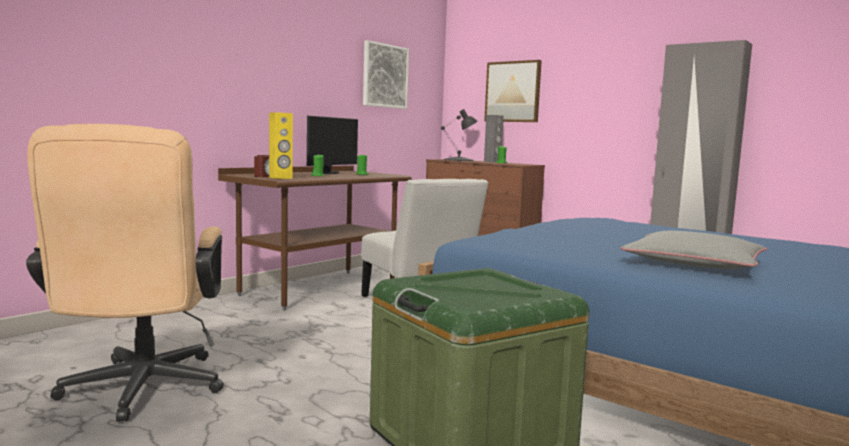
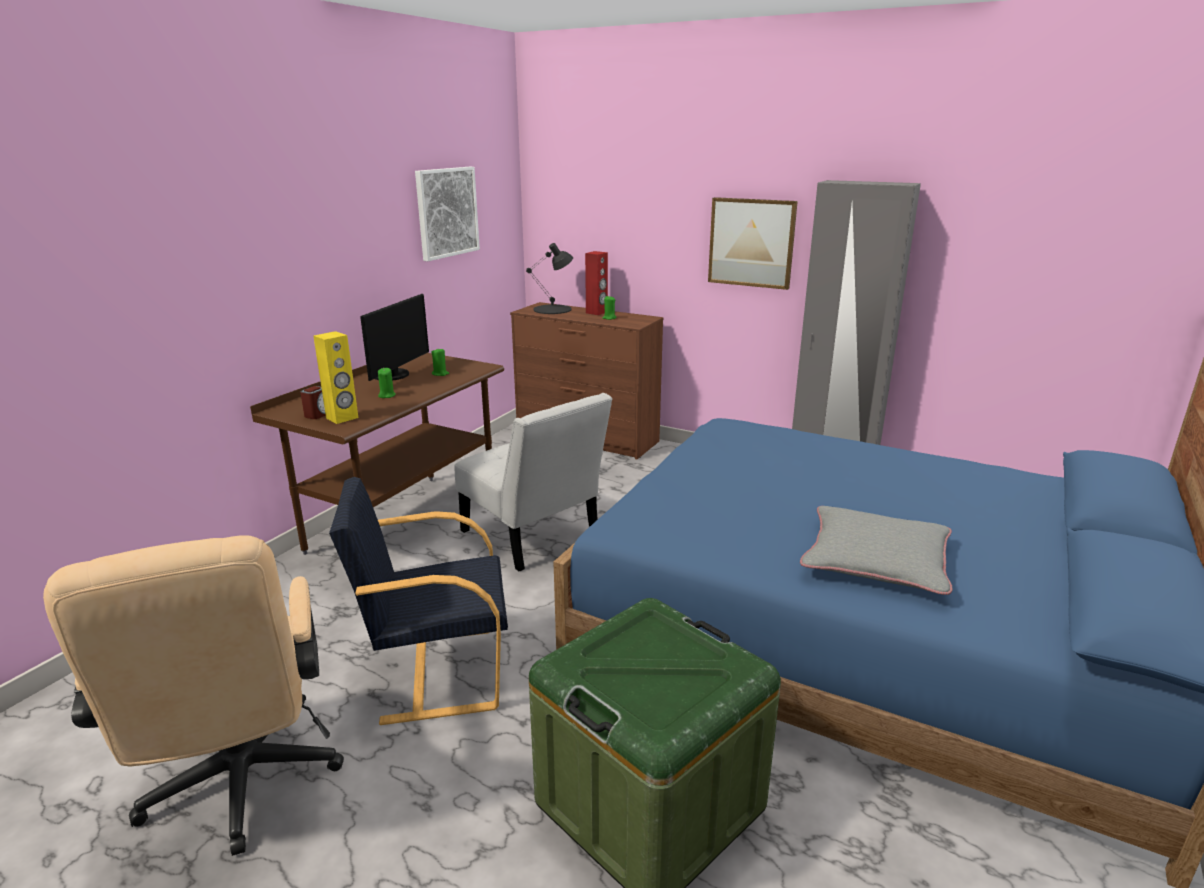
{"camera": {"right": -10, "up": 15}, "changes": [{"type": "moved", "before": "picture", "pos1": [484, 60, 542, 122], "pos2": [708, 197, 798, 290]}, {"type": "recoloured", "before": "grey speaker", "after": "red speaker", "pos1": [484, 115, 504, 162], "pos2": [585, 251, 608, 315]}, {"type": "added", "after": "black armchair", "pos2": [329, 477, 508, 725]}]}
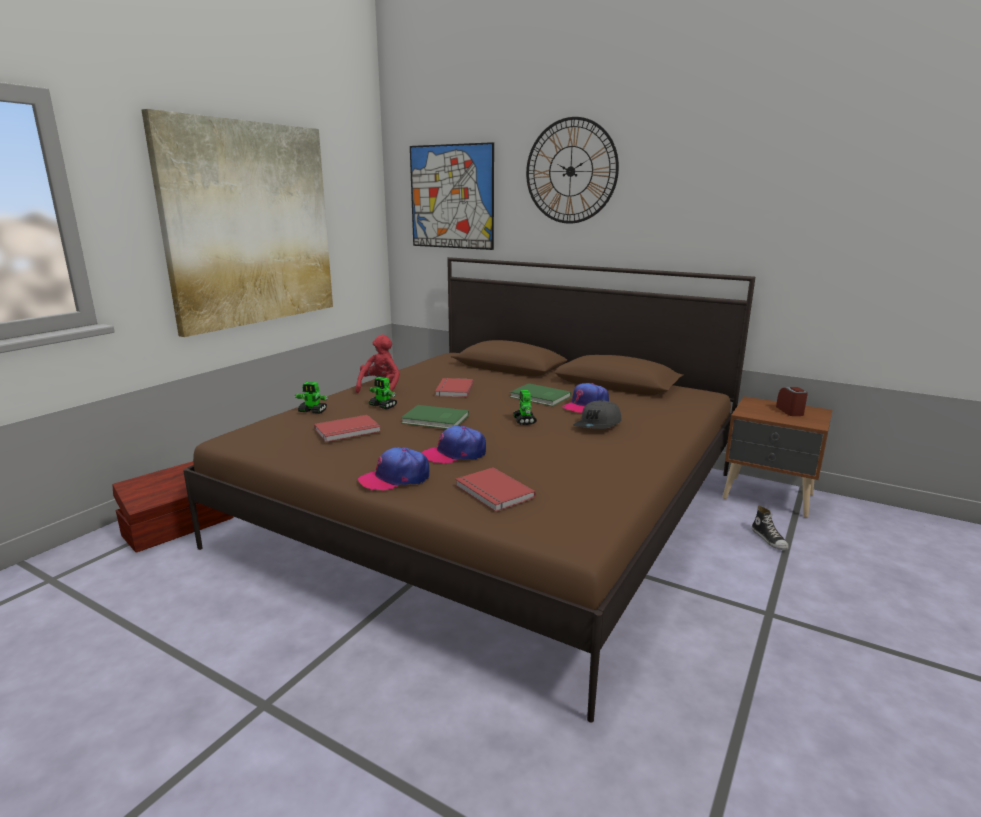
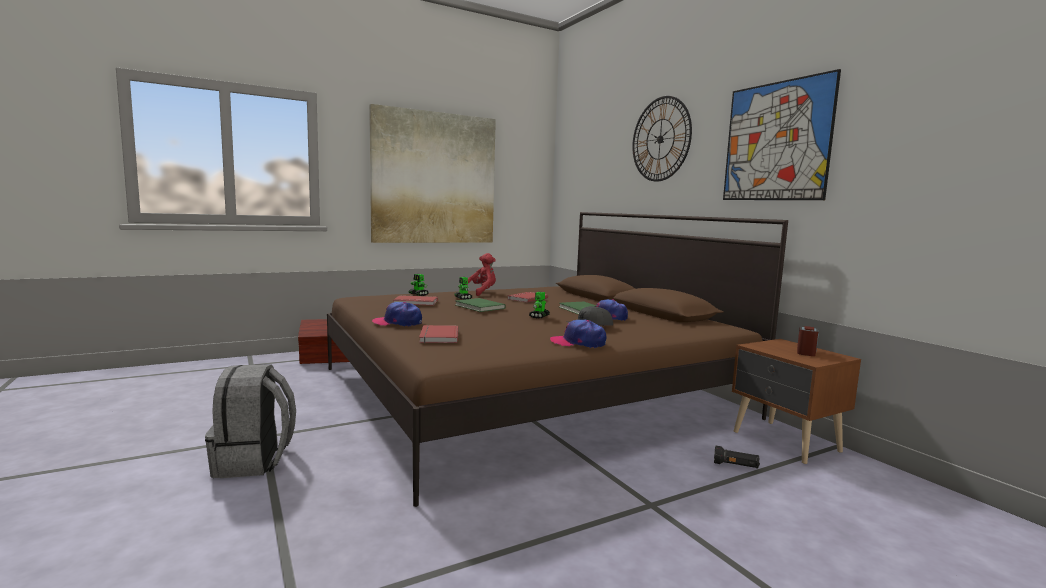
{"camera": {"right": 30, "up": -10}, "changes": [{"type": "moved", "before": "picture", "pos1": [410, 142, 494, 250], "pos2": [723, 69, 841, 200]}, {"type": "moved", "before": "cap", "pos1": [422, 426, 486, 464], "pos2": [550, 320, 606, 348]}, {"type": "replaced", "before": "shoe", "after": "black flashlight", "pos1": [752, 506, 789, 550], "pos2": [714, 446, 760, 469]}, {"type": "added", "after": "grey backpack", "pos2": [205, 364, 296, 478]}]}
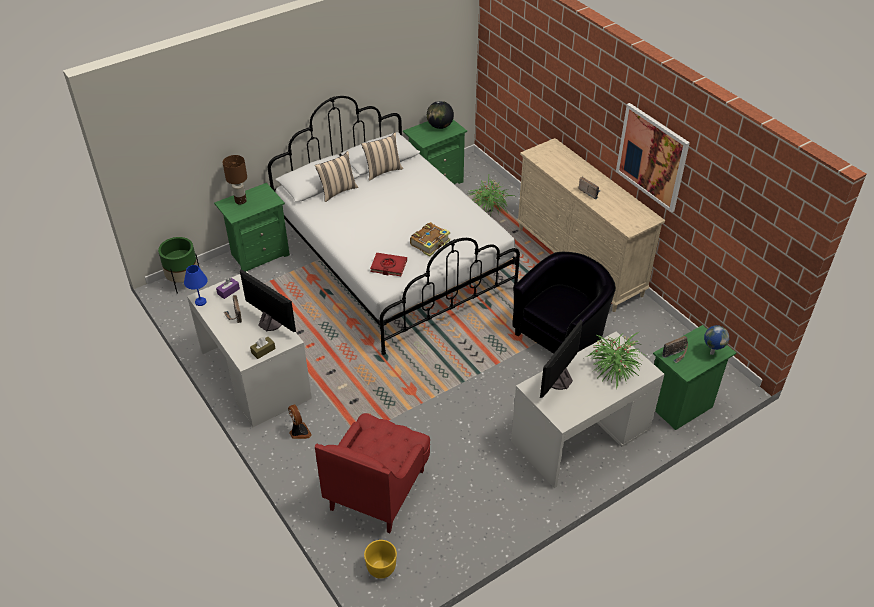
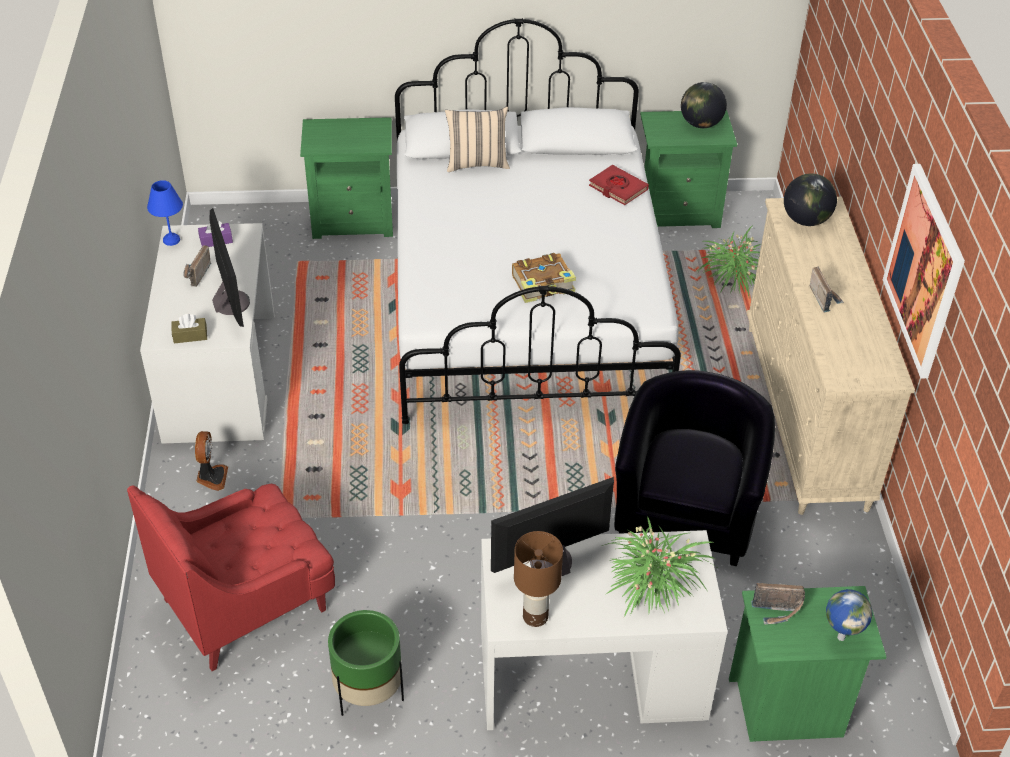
{"camera": {"right": 30, "up": 0}, "changes": [{"type": "moved", "before": "green planter", "pos1": [158, 237, 200, 294], "pos2": [328, 610, 404, 716]}, {"type": "moved", "before": "brown table lamp", "pos1": [223, 155, 247, 204], "pos2": [514, 531, 563, 627]}, {"type": "removed", "before": "beige pillow", "pos1": [361, 133, 403, 181]}, {"type": "removed", "before": "yellow planter", "pos1": [364, 540, 397, 579]}, {"type": "moved", "before": "red book", "pos1": [370, 253, 407, 276], "pos2": [589, 165, 649, 205]}, {"type": "turned", "before": "black armchair", "pos1": [512, 252, 616, 354], "pos2": [614, 370, 775, 566], "turn": -60}, {"type": "added", "after": "globe", "pos2": [784, 173, 837, 226]}]}
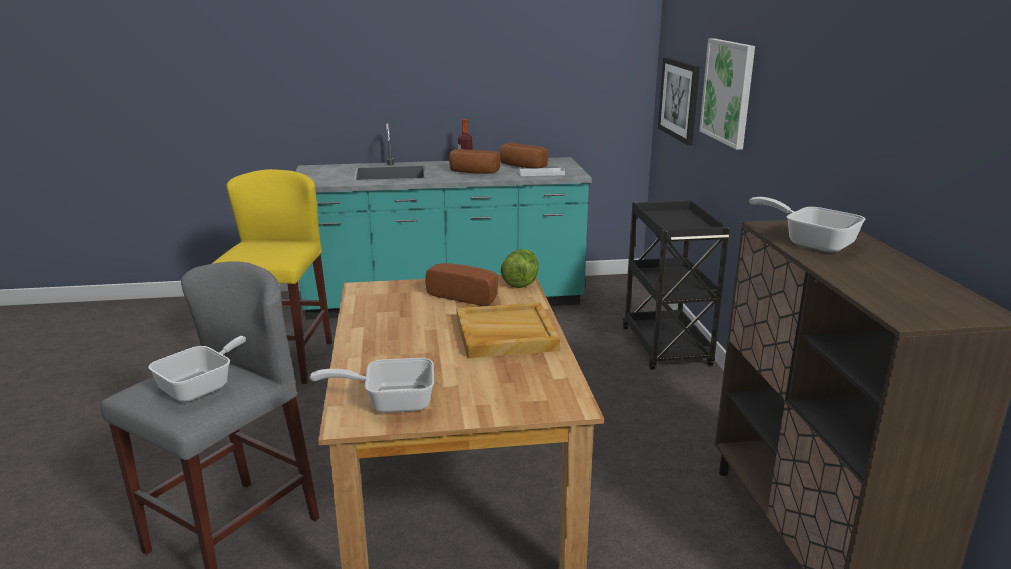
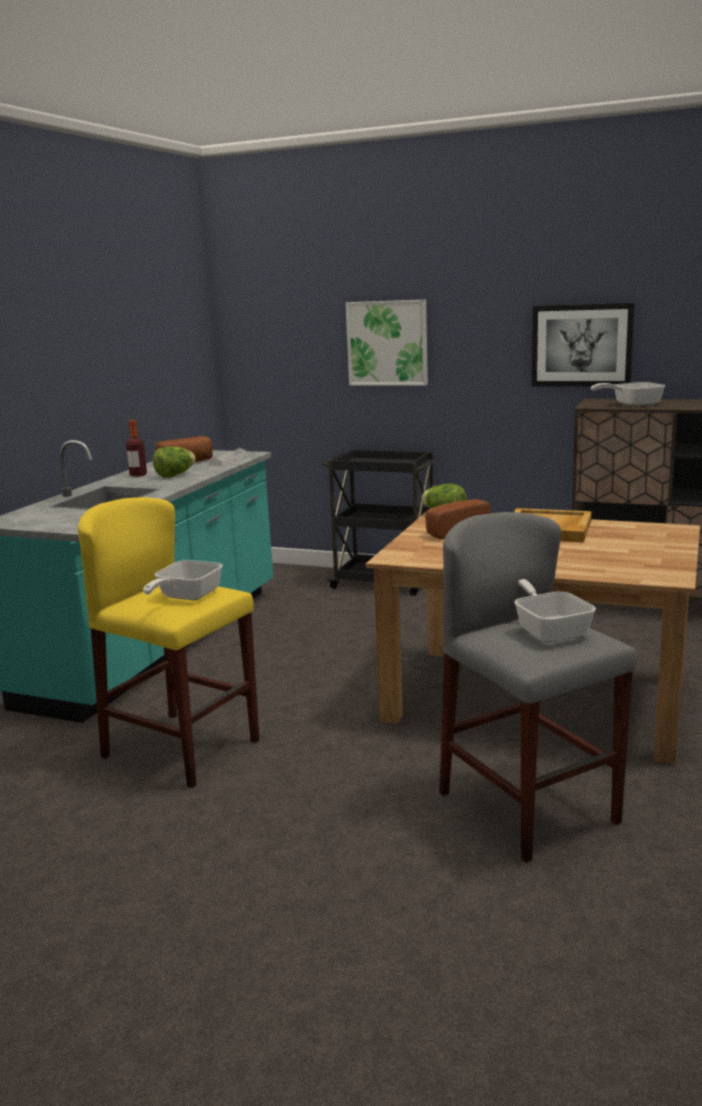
{"camera": {"right": -60, "up": -5}, "changes": [{"type": "moved", "before": "frying pan", "pos1": [310, 358, 434, 413], "pos2": [143, 560, 223, 600]}, {"type": "replaced", "before": "bread", "after": "lettuce", "pos1": [449, 149, 500, 174], "pos2": [153, 446, 196, 478]}, {"type": "moved", "before": "picture", "pos1": [658, 57, 700, 145], "pos2": [532, 303, 635, 386]}]}
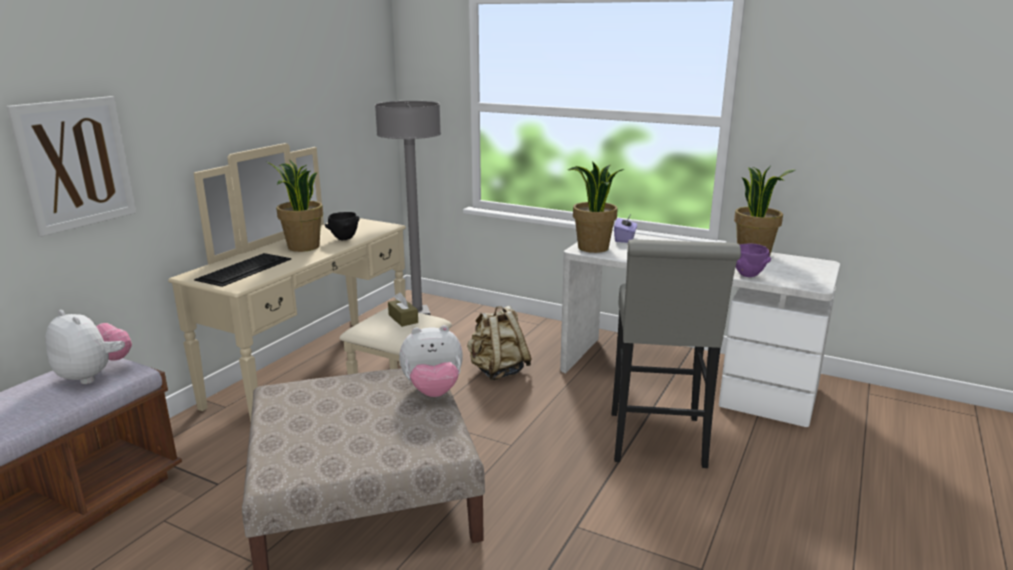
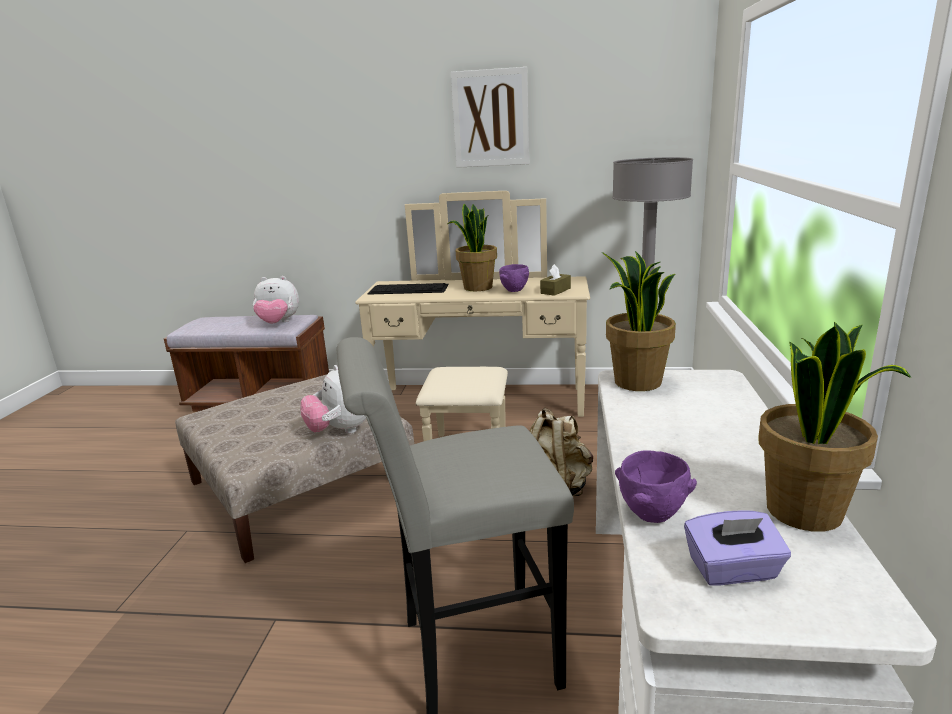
{"camera": {"right": 70, "up": 0}, "changes": [{"type": "moved", "before": "picture", "pos1": [6, 96, 136, 237], "pos2": [451, 67, 529, 168]}, {"type": "turned", "before": "plush toy", "pos1": [45, 310, 132, 384], "pos2": [253, 276, 299, 324], "turn": 75}, {"type": "recoloured", "before": "black bowl", "after": "purple bowl", "pos1": [325, 212, 359, 240], "pos2": [499, 264, 529, 292]}, {"type": "moved", "before": "brown tissue box", "pos1": [388, 292, 418, 327], "pos2": [540, 264, 571, 296]}, {"type": "moved", "before": "purple tissue box", "pos1": [614, 215, 638, 243], "pos2": [684, 511, 791, 586]}]}
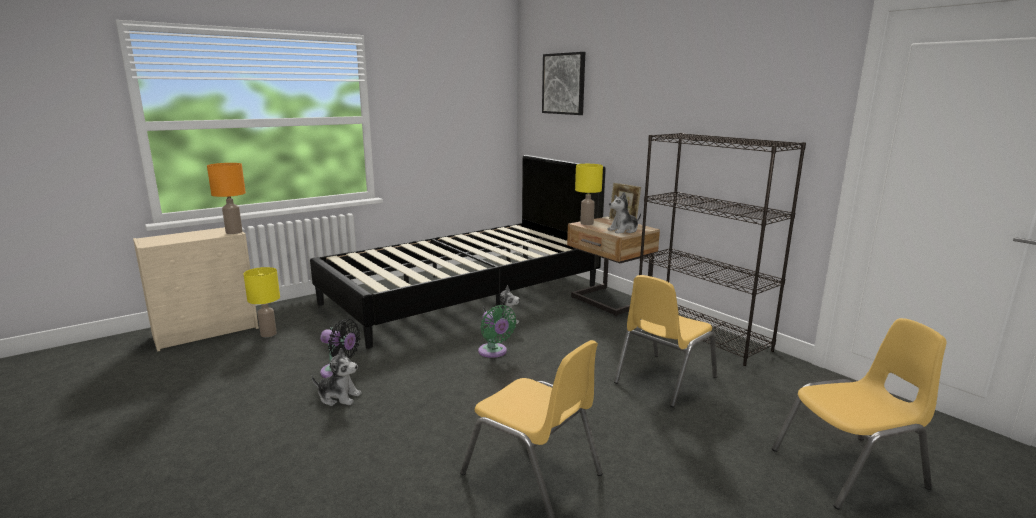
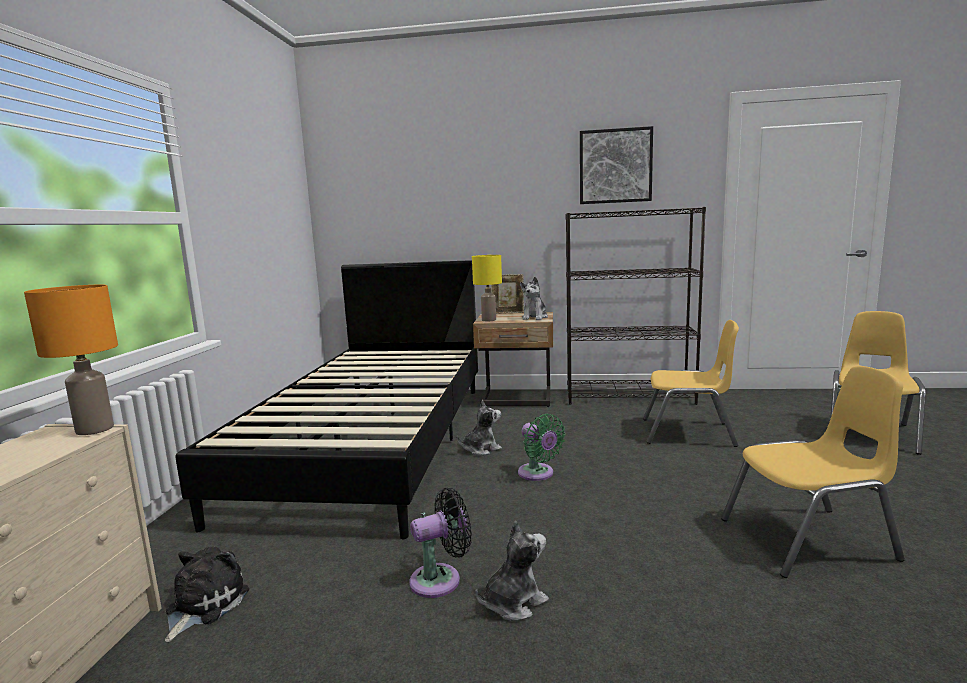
{"camera": {"right": -45, "up": -5}, "changes": [{"type": "replaced", "before": "yellow table lamp", "after": "plush toy", "pos1": [244, 267, 280, 337], "pos2": [165, 547, 249, 642]}, {"type": "turned", "before": "green fan", "pos1": [478, 305, 517, 358], "pos2": [518, 414, 566, 481], "turn": 45}, {"type": "moved", "before": "picture", "pos1": [542, 52, 585, 115], "pos2": [580, 126, 653, 204]}, {"type": "turned", "before": "yellow chair", "pos1": [614, 275, 717, 408], "pos2": [643, 320, 739, 447], "turn": -75}]}
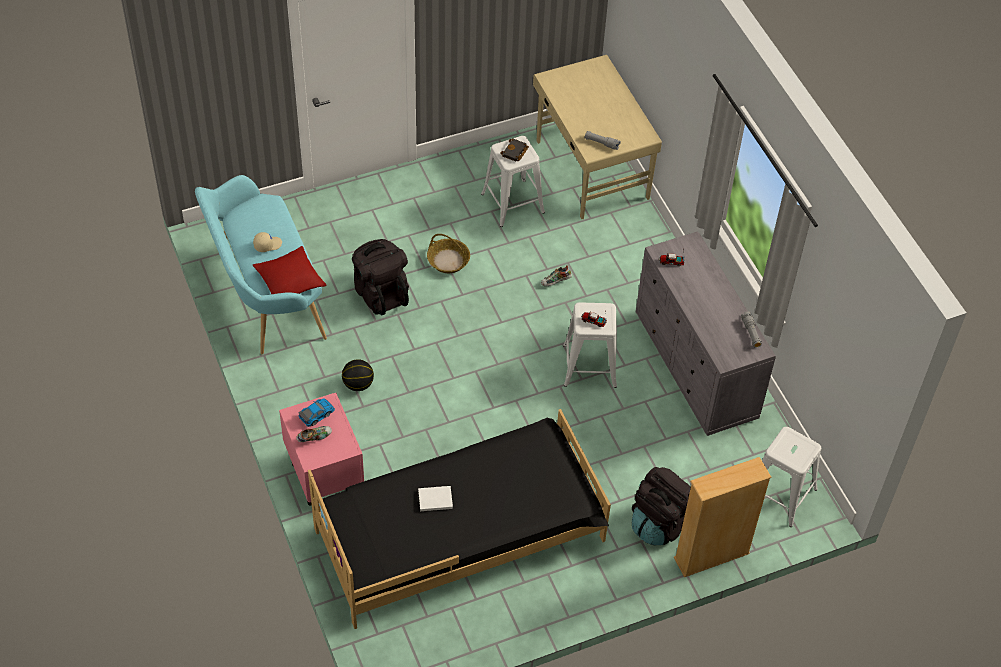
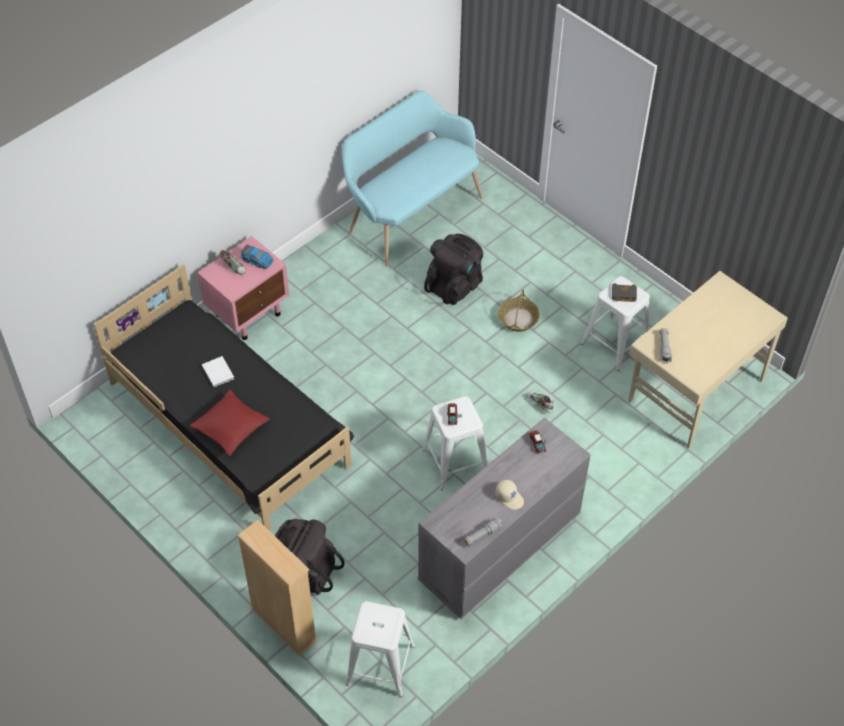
{"camera": {"right": 70, "up": 0}, "changes": [{"type": "moved", "before": "beige cap", "pos1": [253, 232, 282, 252], "pos2": [495, 480, 524, 510]}, {"type": "moved", "before": "red pillow", "pos1": [253, 246, 327, 294], "pos2": [189, 390, 270, 456]}, {"type": "removed", "before": "basketball", "pos1": [342, 359, 374, 391]}]}
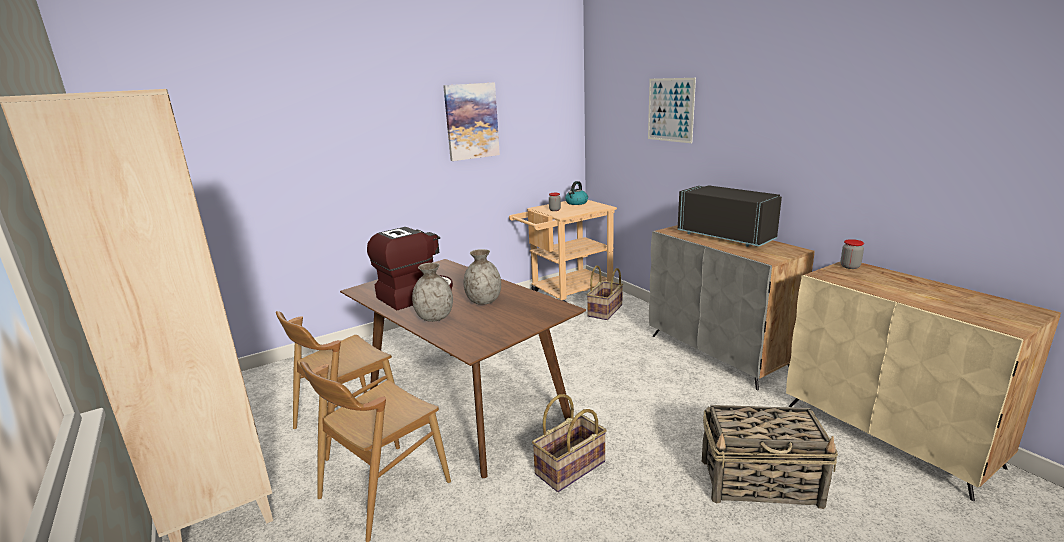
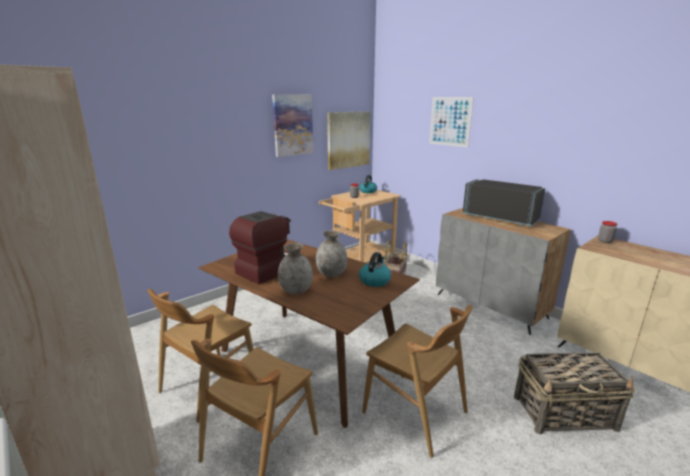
{"camera": {"right": -10, "up": 0}, "changes": [{"type": "replaced", "before": "basket", "after": "brown chair", "pos1": [532, 394, 607, 492], "pos2": [362, 305, 473, 458]}, {"type": "added", "after": "picture", "pos2": [327, 111, 370, 170]}, {"type": "added", "after": "kettle", "pos2": [359, 252, 391, 287]}]}
